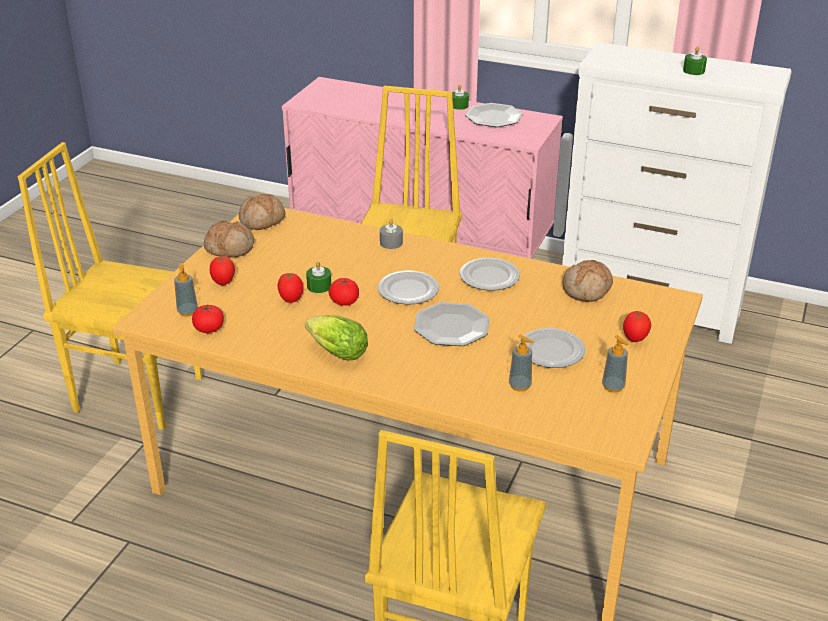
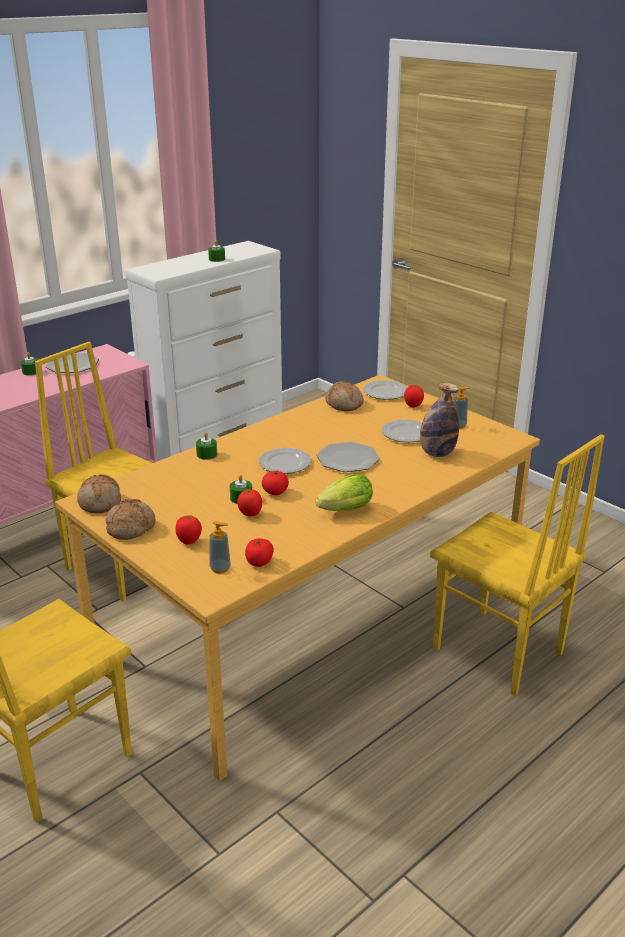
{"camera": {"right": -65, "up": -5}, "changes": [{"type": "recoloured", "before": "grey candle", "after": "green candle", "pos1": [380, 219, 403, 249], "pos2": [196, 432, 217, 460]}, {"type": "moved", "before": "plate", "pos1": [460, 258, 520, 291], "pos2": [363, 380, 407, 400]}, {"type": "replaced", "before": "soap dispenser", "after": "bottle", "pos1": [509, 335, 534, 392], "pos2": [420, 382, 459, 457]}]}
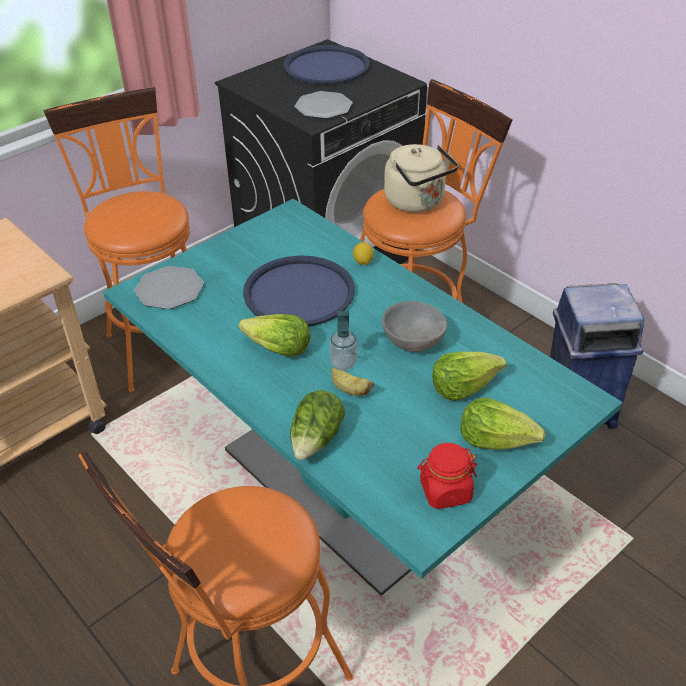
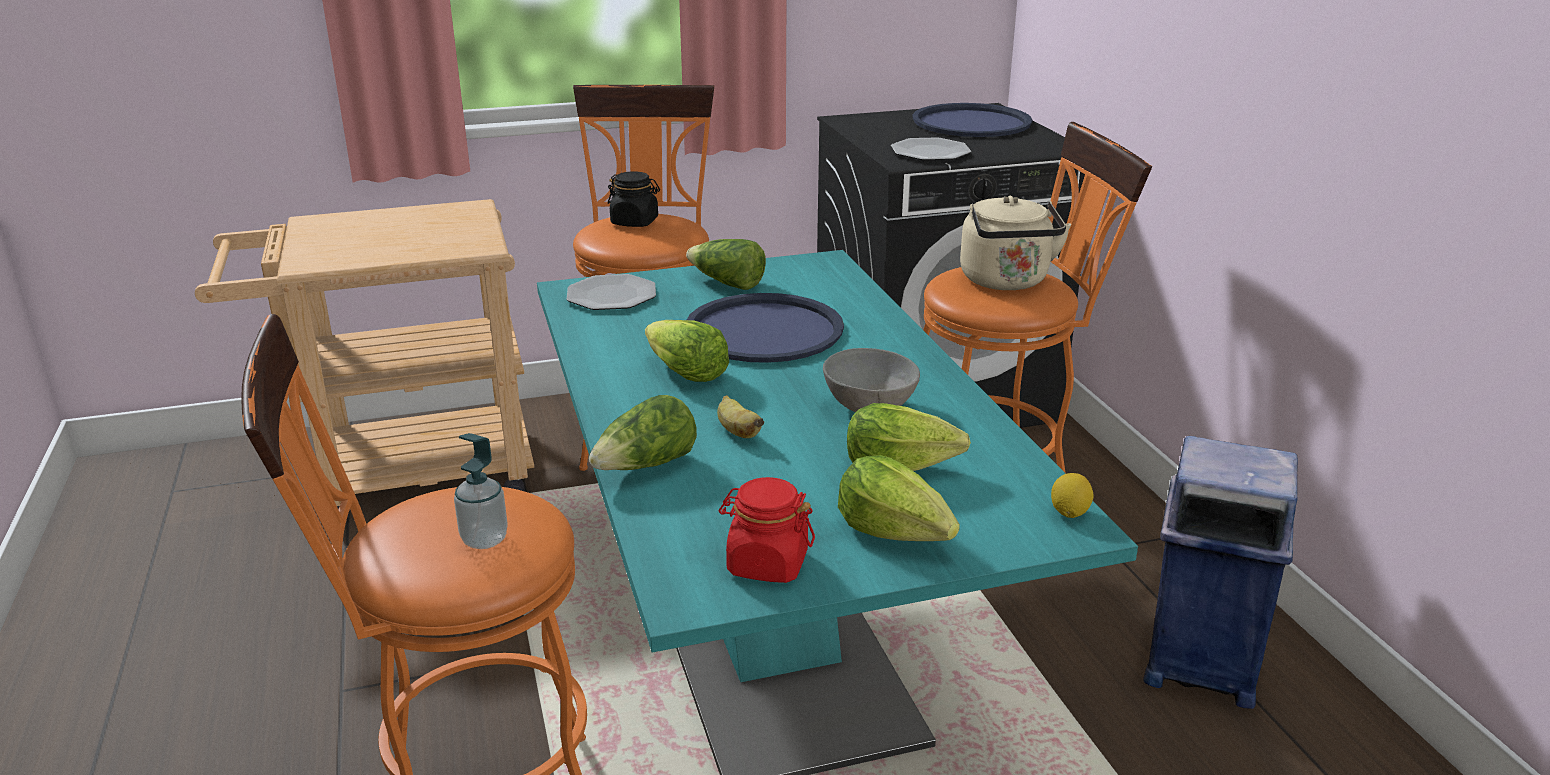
{"camera": {"right": 25, "up": -15}, "changes": [{"type": "moved", "before": "soap dispenser", "pos1": [330, 311, 357, 370], "pos2": [454, 433, 508, 549]}, {"type": "moved", "before": "lemon", "pos1": [353, 242, 374, 265], "pos2": [1051, 473, 1093, 518]}, {"type": "added", "after": "black jar", "pos2": [608, 171, 660, 227]}, {"type": "added", "after": "lettuce", "pos2": [686, 239, 766, 290]}]}
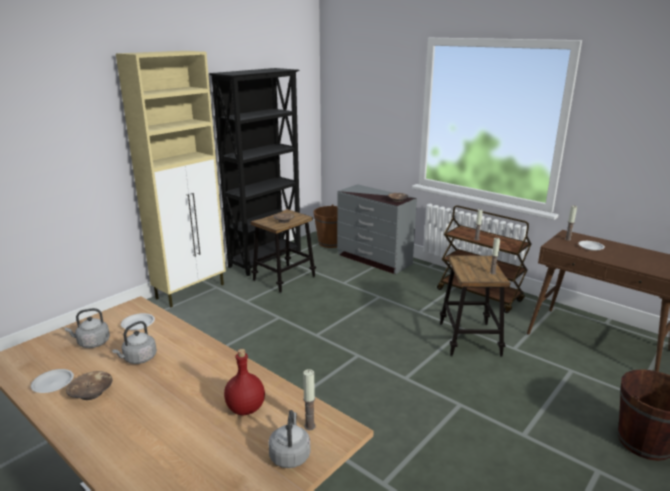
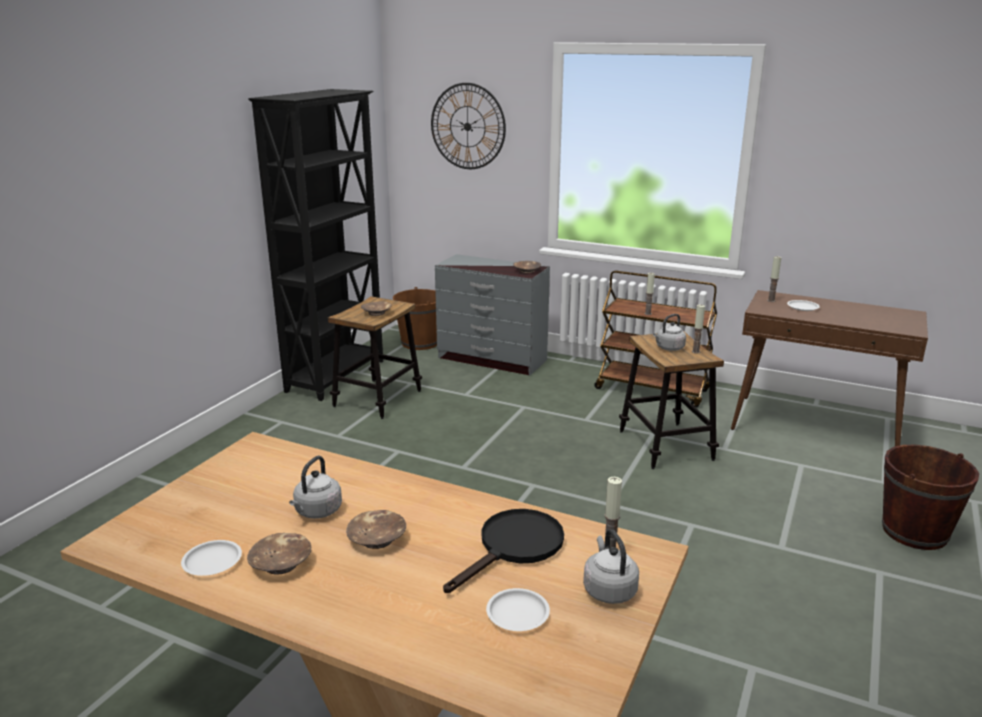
{"camera": {"right": -15, "up": 0}, "changes": [{"type": "moved", "before": "grey kettle", "pos1": [65, 308, 110, 348], "pos2": [653, 314, 686, 351]}, {"type": "removed", "before": "beige cabinet", "pos1": [116, 51, 226, 307]}, {"type": "moved", "before": "white plate", "pos1": [121, 313, 155, 330], "pos2": [486, 588, 550, 631]}, {"type": "replaced", "before": "red bottle", "after": "black frying pan", "pos1": [224, 349, 265, 415], "pos2": [443, 509, 564, 593]}, {"type": "added", "after": "brown bowl", "pos2": [346, 510, 406, 549]}, {"type": "added", "after": "wall clock", "pos2": [431, 83, 506, 169]}]}
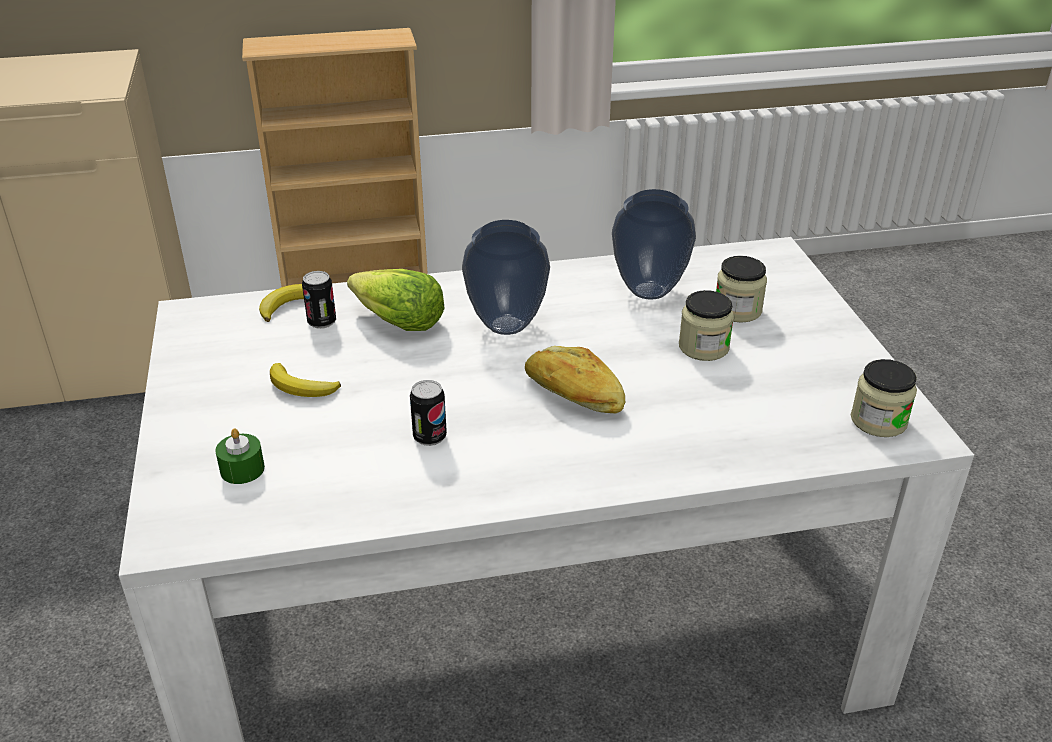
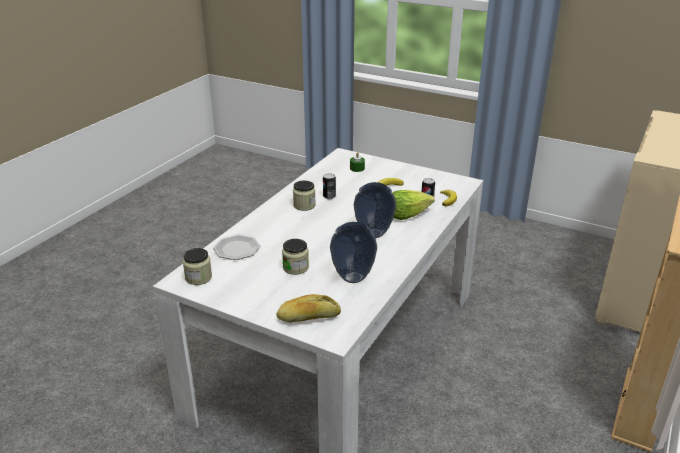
{"camera": {"right": 130, "up": -5}, "changes": [{"type": "moved", "before": "bread", "pos1": [525, 346, 625, 413], "pos2": [276, 294, 341, 323]}, {"type": "moved", "before": "jar", "pos1": [716, 256, 767, 323], "pos2": [293, 180, 316, 211]}, {"type": "added", "after": "plate", "pos2": [213, 235, 260, 260]}]}
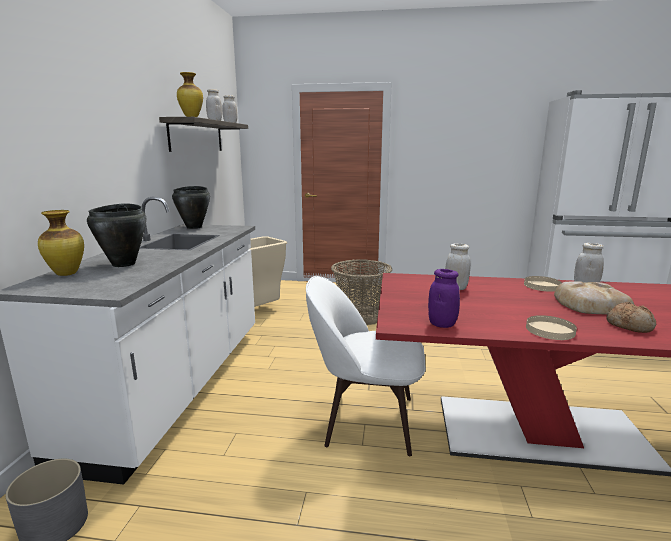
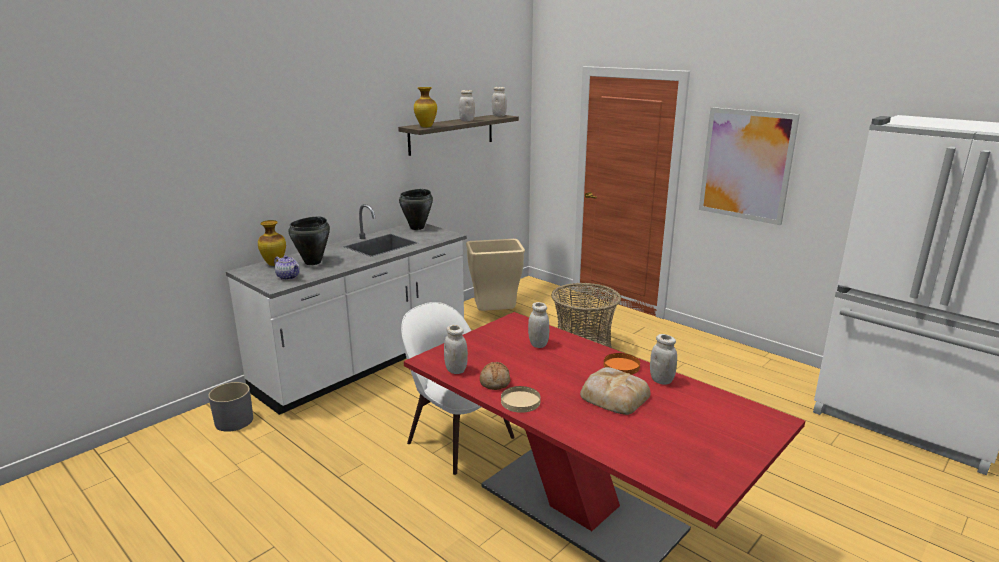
{"camera": {"right": 35, "up": 5}, "changes": [{"type": "recoloured", "before": "purple jar", "after": "white jar", "pos1": [428, 269, 460, 328], "pos2": [444, 325, 468, 374]}, {"type": "recoloured", "before": "beige plate", "after": "orange plate", "pos1": [524, 276, 562, 292], "pos2": [604, 353, 640, 375]}, {"type": "moved", "before": "bread", "pos1": [606, 302, 656, 333], "pos2": [480, 362, 510, 390]}, {"type": "added", "after": "teapot", "pos2": [274, 255, 300, 280]}, {"type": "added", "after": "picture", "pos2": [699, 107, 800, 225]}]}
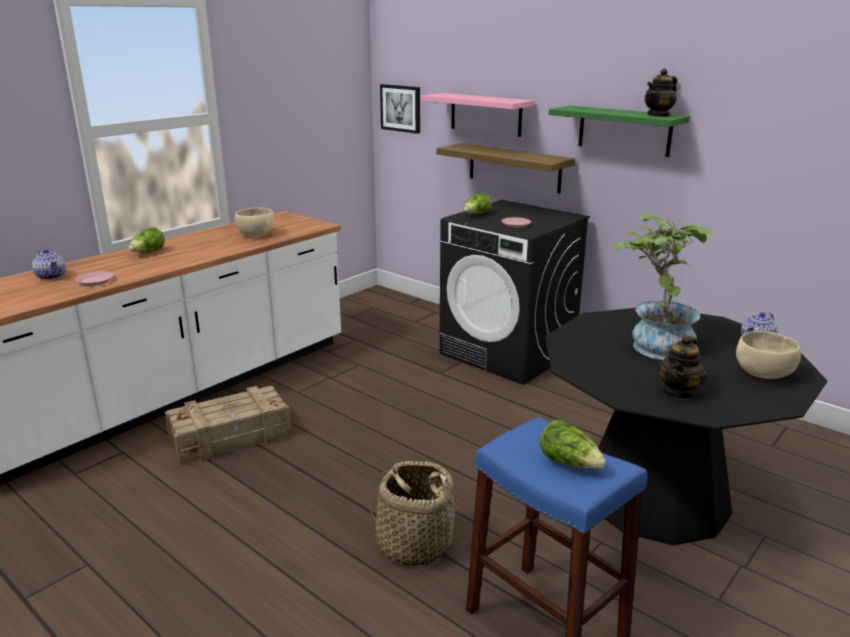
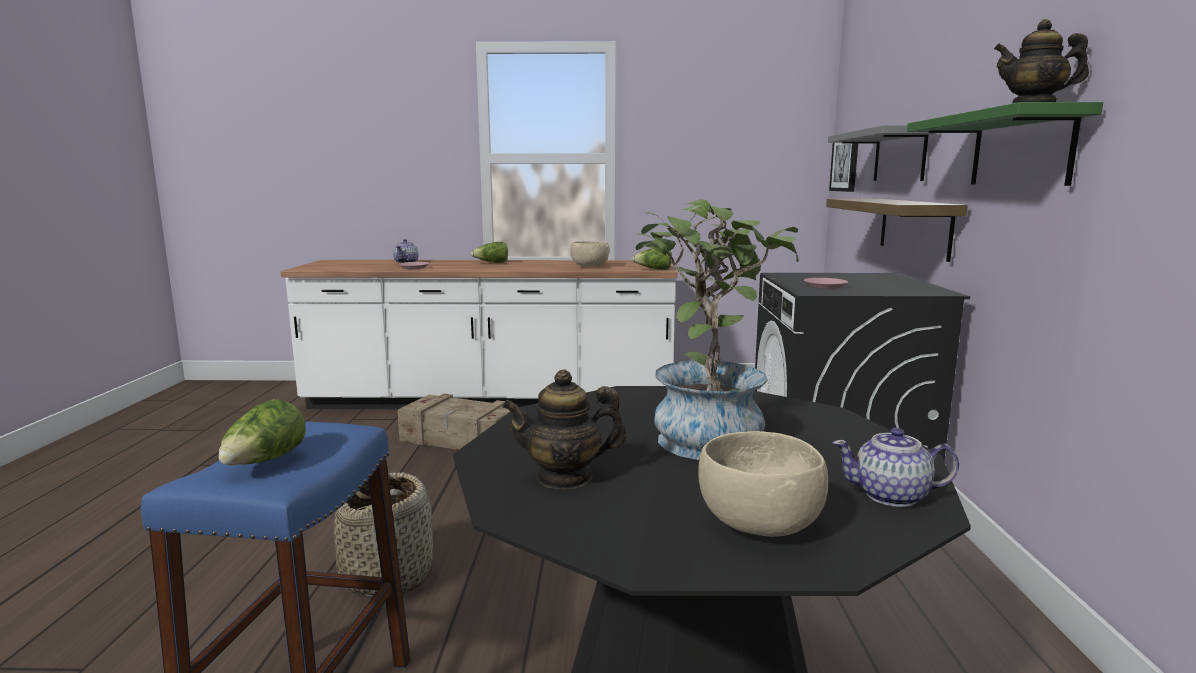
{"camera": {"right": 50, "up": -10}, "changes": [{"type": "recoloured", "before": "pink shelf", "after": "grey shelf", "pos1": [421, 93, 534, 137], "pos2": [828, 125, 937, 181]}, {"type": "moved", "before": "lettuce", "pos1": [464, 193, 492, 214], "pos2": [632, 249, 672, 270]}]}
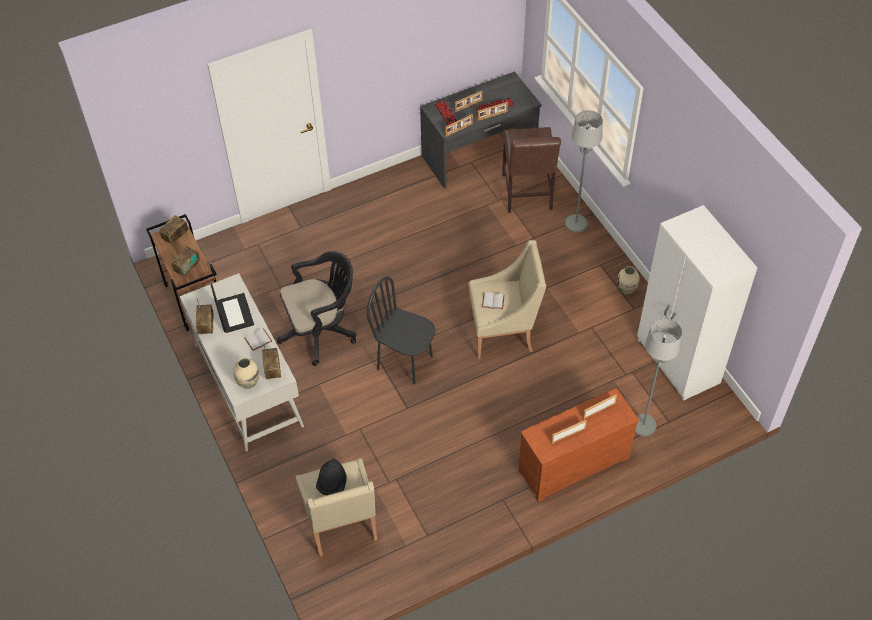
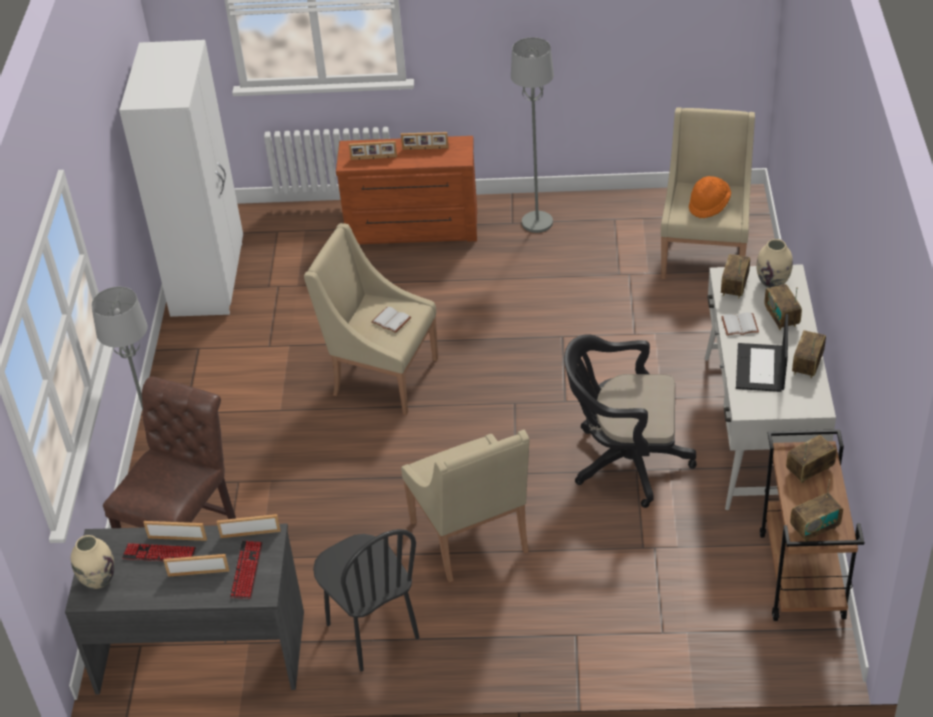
{"camera": {"right": -150, "up": -10}, "changes": [{"type": "recoloured", "before": "black hat", "after": "orange hat", "pos1": [316, 459, 347, 495], "pos2": [689, 176, 731, 219]}, {"type": "moved", "before": "black chair", "pos1": [367, 277, 435, 384], "pos2": [313, 529, 419, 671]}, {"type": "moved", "before": "beige vase", "pos1": [617, 266, 639, 294], "pos2": [71, 535, 115, 589]}, {"type": "moved", "before": "grey floor lamp", "pos1": [635, 318, 682, 437], "pos2": [511, 37, 554, 233]}, {"type": "added", "after": "beige armchair", "pos2": [401, 430, 529, 583]}, {"type": "added", "after": "radio", "pos2": [764, 284, 802, 330]}]}
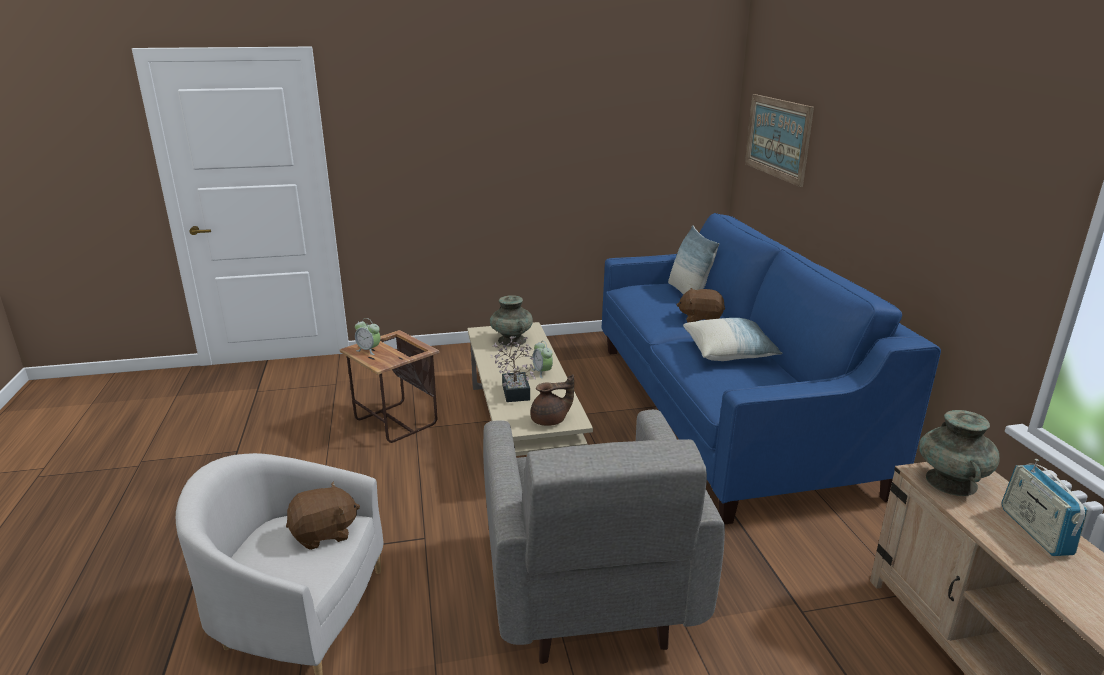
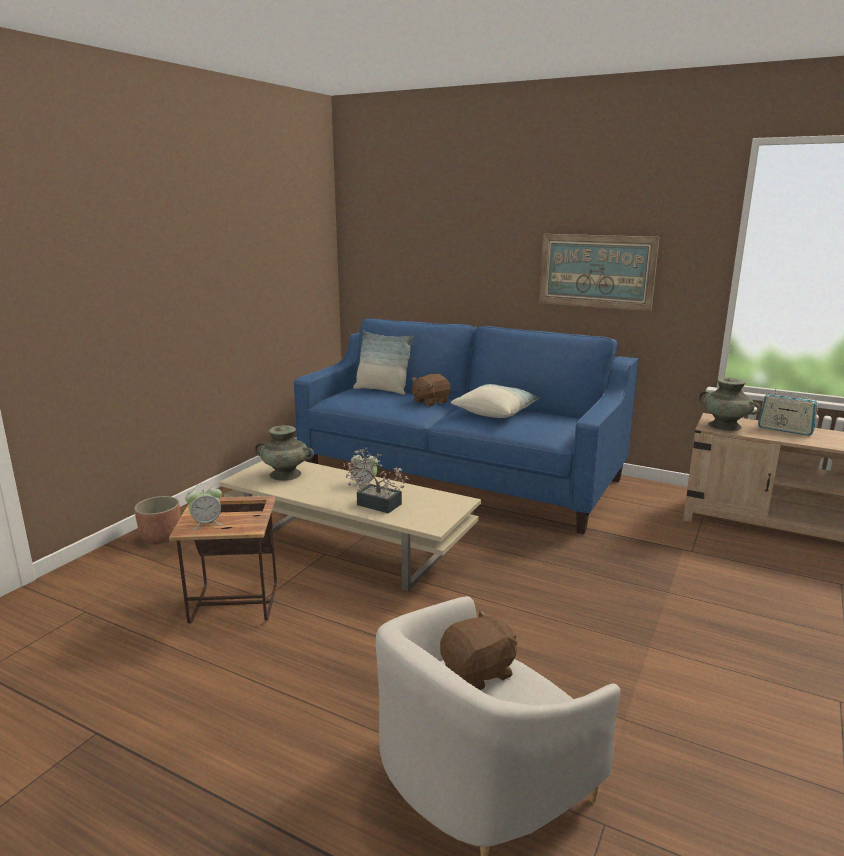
{"camera": {"right": -50, "up": -5}, "changes": [{"type": "turned", "before": "brown plush toy", "pos1": [286, 482, 360, 550], "pos2": [440, 610, 517, 690], "turn": 45}, {"type": "removed", "before": "grey armchair", "pos1": [483, 410, 725, 664]}, {"type": "removed", "before": "brown teapot", "pos1": [530, 374, 574, 426]}, {"type": "moved", "before": "picture", "pos1": [745, 94, 814, 187], "pos2": [539, 234, 659, 311]}, {"type": "added", "after": "planter", "pos2": [134, 496, 181, 544]}]}
